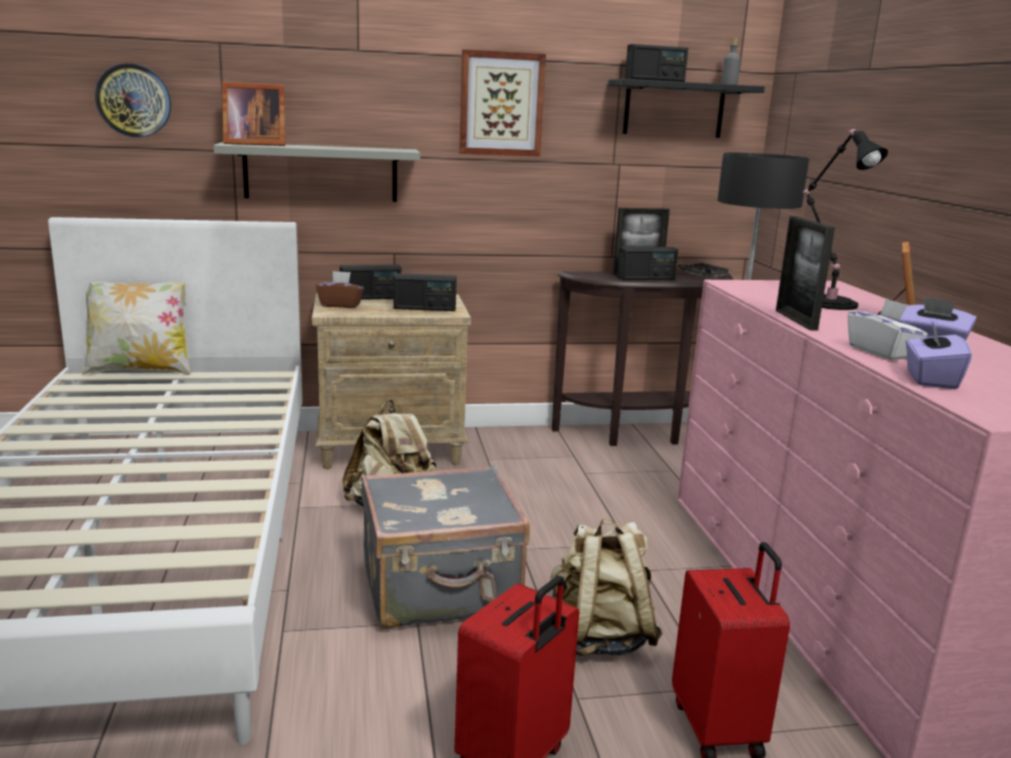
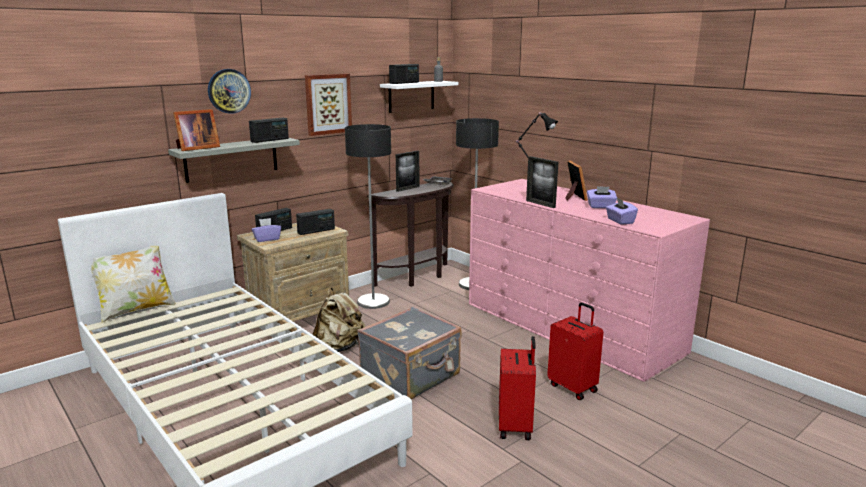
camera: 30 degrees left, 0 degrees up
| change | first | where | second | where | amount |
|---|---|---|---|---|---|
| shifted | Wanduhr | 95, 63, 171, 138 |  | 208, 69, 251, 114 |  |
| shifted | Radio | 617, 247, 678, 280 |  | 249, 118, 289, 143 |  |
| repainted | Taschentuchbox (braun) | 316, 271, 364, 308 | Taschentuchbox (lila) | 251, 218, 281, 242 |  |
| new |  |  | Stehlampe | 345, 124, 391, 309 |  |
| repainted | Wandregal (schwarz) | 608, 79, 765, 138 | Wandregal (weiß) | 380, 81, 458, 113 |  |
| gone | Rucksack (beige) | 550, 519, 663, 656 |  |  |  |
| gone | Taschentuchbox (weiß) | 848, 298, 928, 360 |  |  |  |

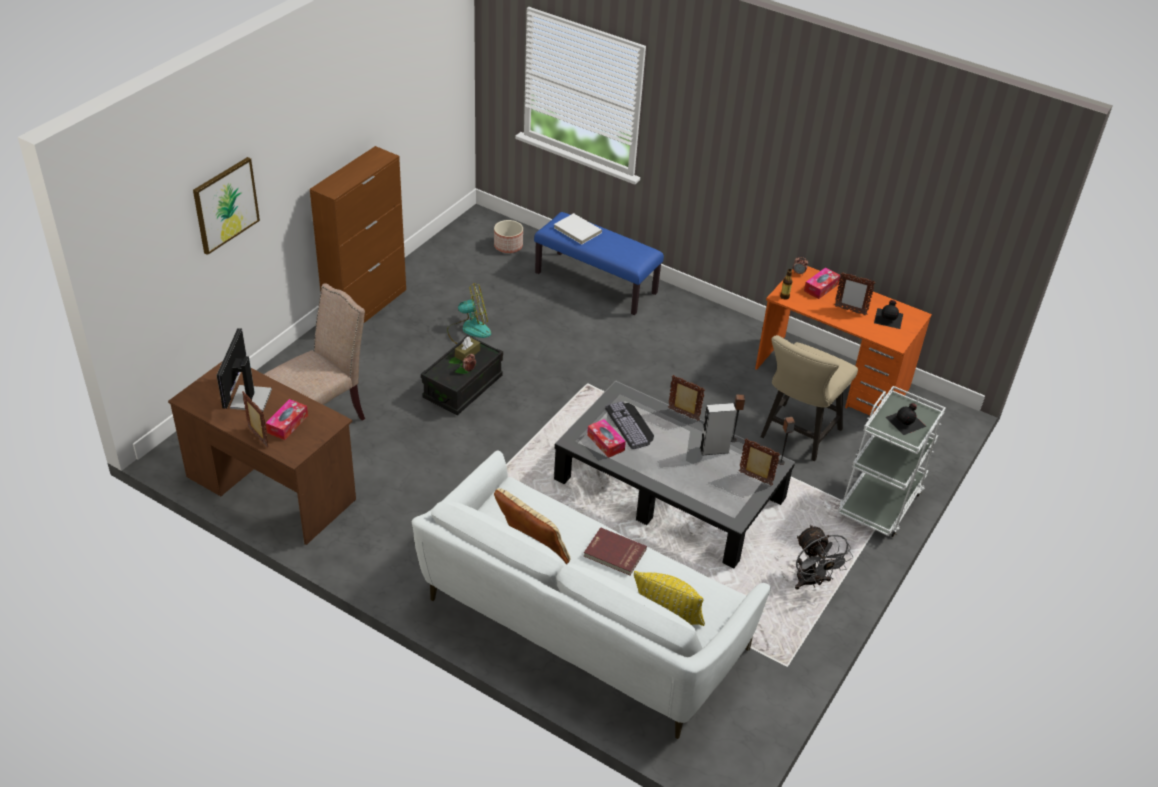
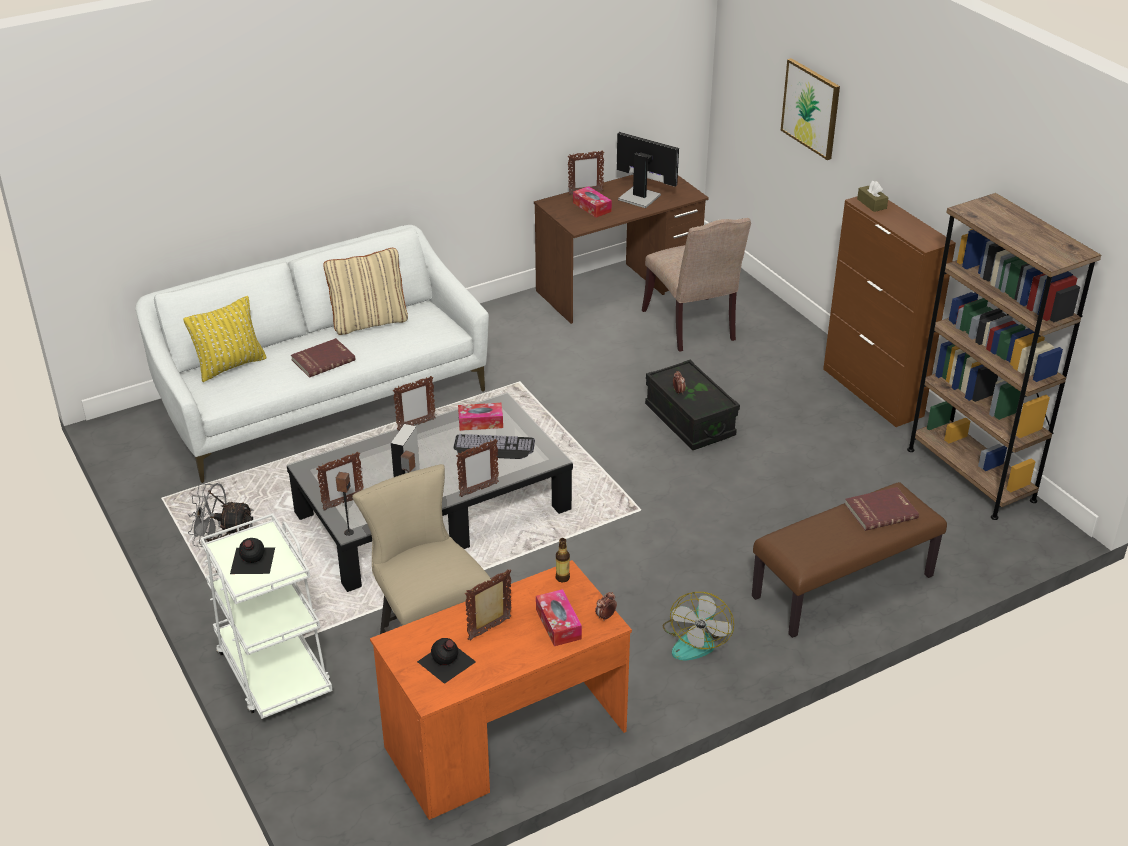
camera: 120 degrees right, 5 degrees down
| change | first | where | second | where | amount |
|---|---|---|---|---|---|
| new |  |  | Bilderrahmen | 393, 376, 436, 431 |  |
| shifted | Ventilator | 447, 283, 491, 344 |  | 663, 592, 734, 661 |  |
| repainted | Bank (blau) | 534, 212, 664, 315 | Bank (braun) | 752, 482, 947, 638 |  |
| repainted | Buch (weiß) | 554, 213, 602, 245 | Buch (rot) | 845, 487, 919, 531 |  |
| shifted | Taschentuchbox (braun) | 455, 337, 480, 361 |  | 857, 181, 889, 212 |  |
| new |  |  | Bücherregal (braun) | 907, 193, 1101, 520 |  |
| gone | Pflanzkübel | 494, 220, 523, 253 |  |  |  |

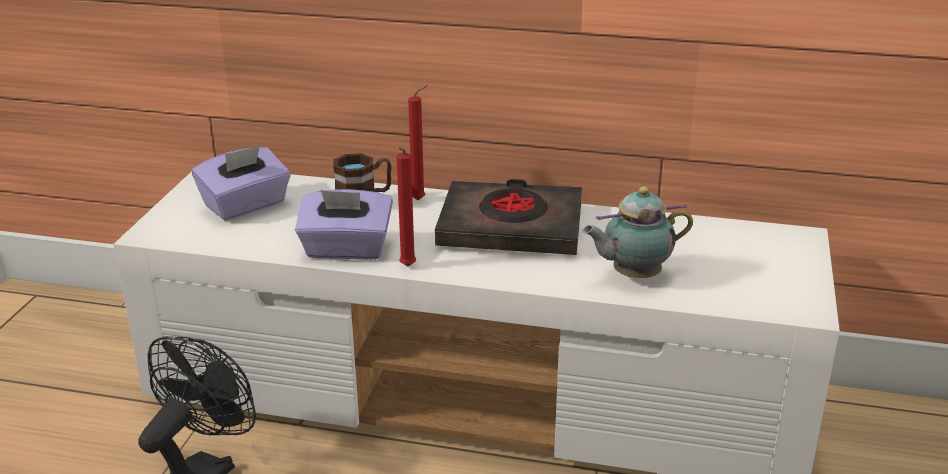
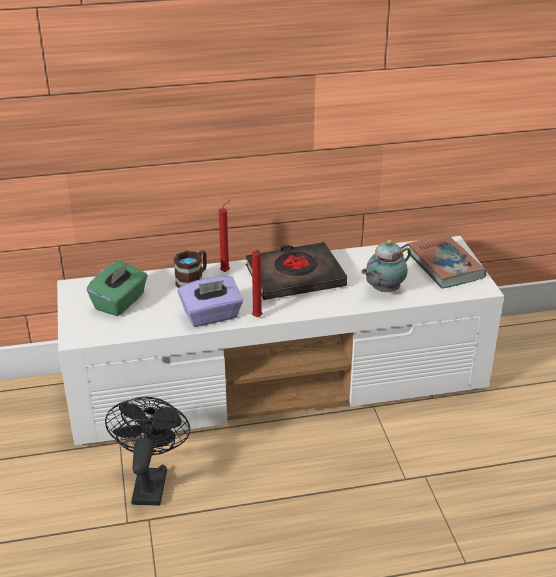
camera: 25 degrees left, 5 degrees up
| change | first | where | second | where | amount |
|---|---|---|---|---|---|
| repainted | Taschentuchbox (lila) | 192, 145, 291, 221 | Taschentuchbox (grün) | 87, 260, 148, 316 |  |
| new |  |  | Buch | 407, 235, 487, 289 |  |

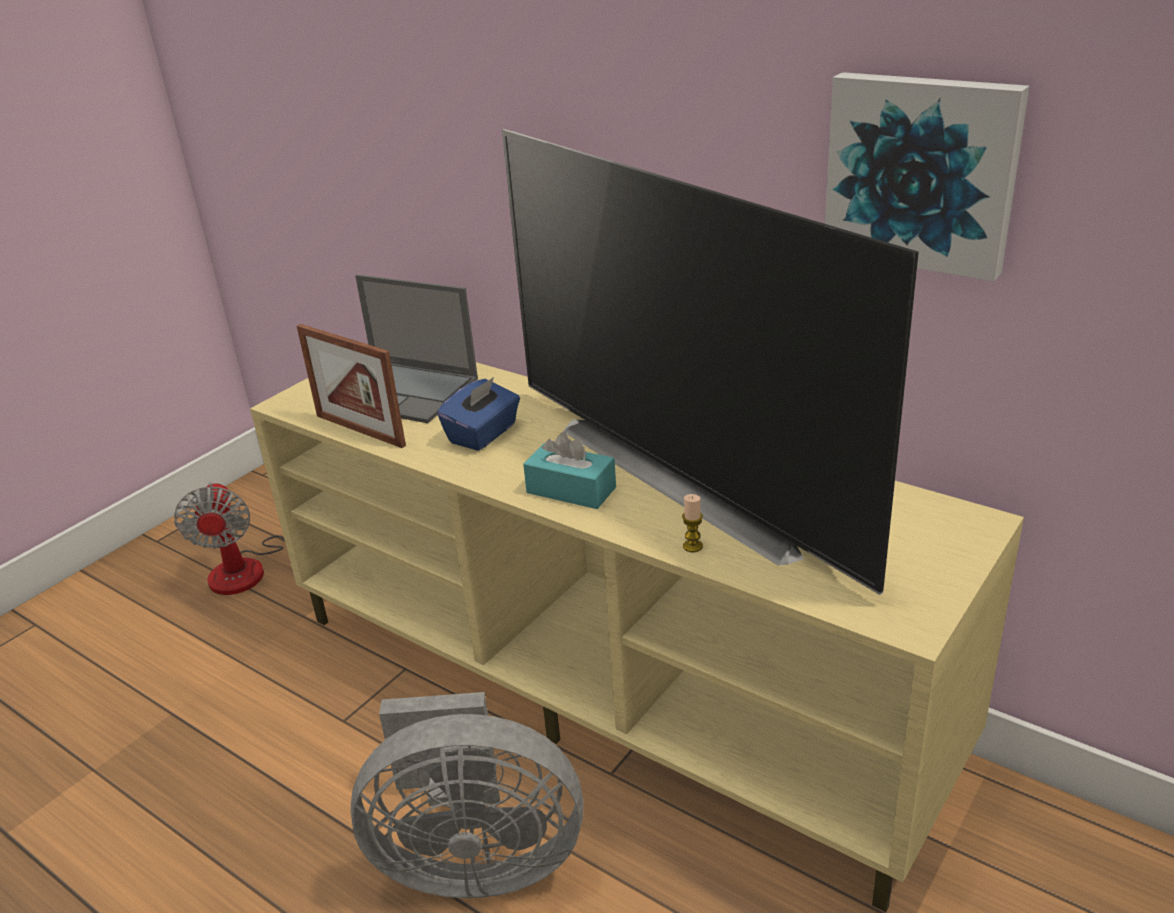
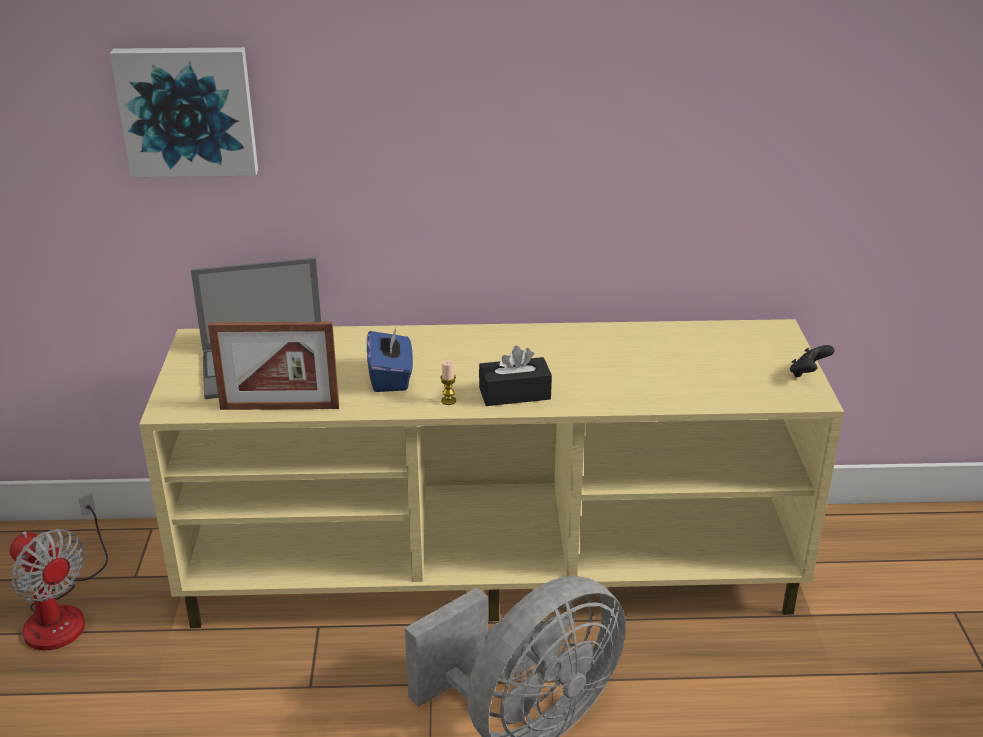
camera: 40 degrees left, 0 degrees up
| change | first | where | second | where | amount |
|---|---|---|---|---|---|
| shifted | Bild | 825, 72, 1029, 281 |  | 110, 47, 258, 177 |  |
| shifted | Kerze | 682, 494, 703, 552 |  | 440, 361, 456, 405 |  |
| repainted | Taschentuchbox (türkis) | 523, 432, 616, 509 | Taschentuchbox (schwarz) | 479, 346, 552, 406 |  |
| new |  |  | Gamepad (schwarz) | 790, 345, 835, 378 |  |
| gone | Fernseher | 502, 129, 919, 595 |  |  |  |

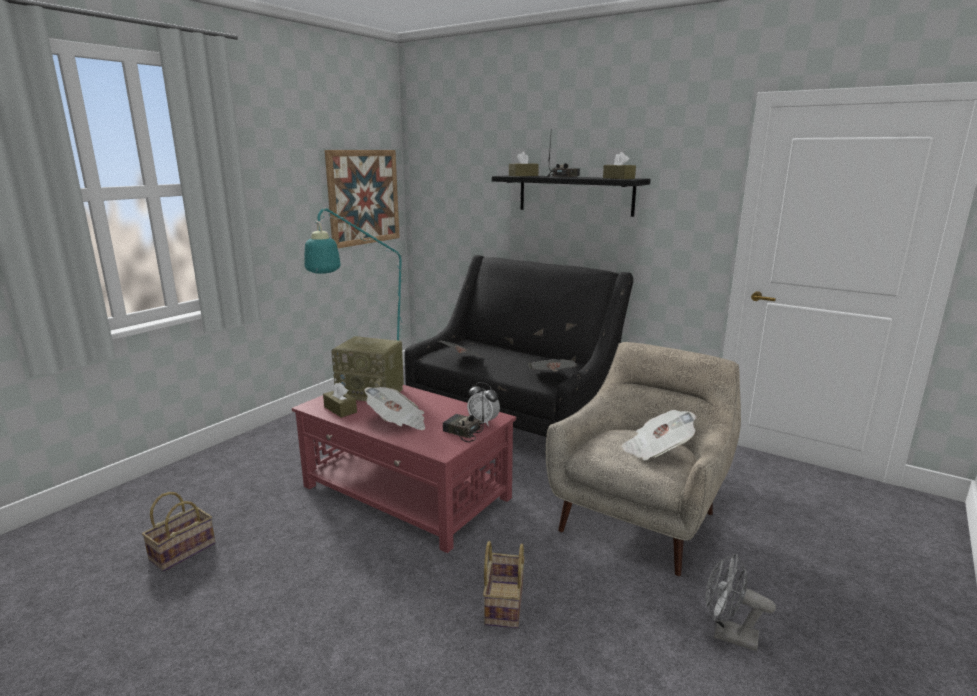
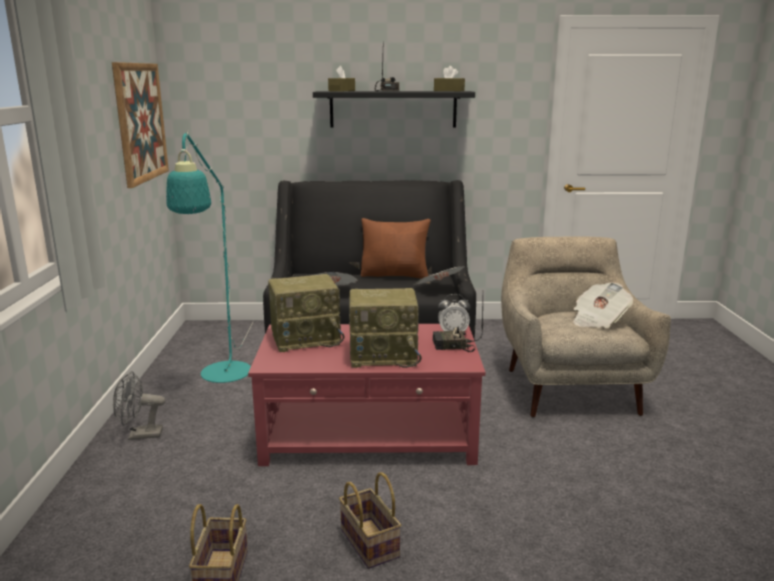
camera: 35 degrees left, 0 degrees up
| change | first | where | second | where | amount |
|---|---|---|---|---|---|
| shifted | Ventilator (grau) | 706, 554, 776, 651 |  | 113, 371, 166, 440 |  |
| shifted | Korb | 483, 541, 525, 629 |  | 339, 472, 401, 569 |  |
| swapped | Zeitung | 365, 387, 425, 430 | Radio | 349, 288, 422, 368 |  |
| new |  |  | Kissen (braun) | 361, 218, 431, 279 |  |
| gone | Taschentuchbox (braun) | 323, 382, 357, 418 |  |  |  |

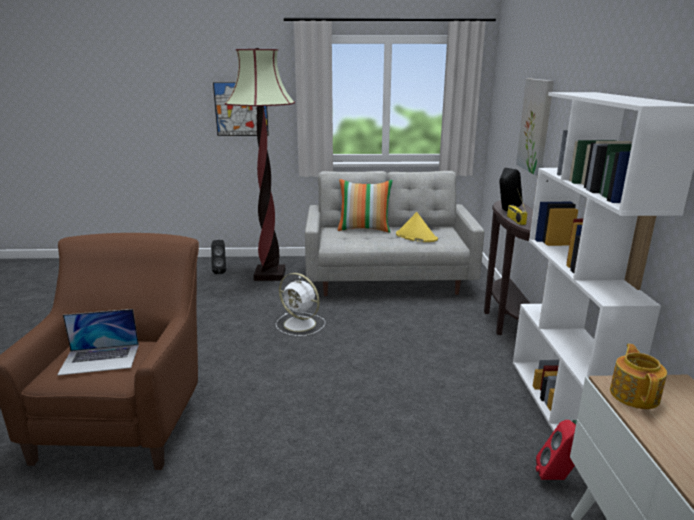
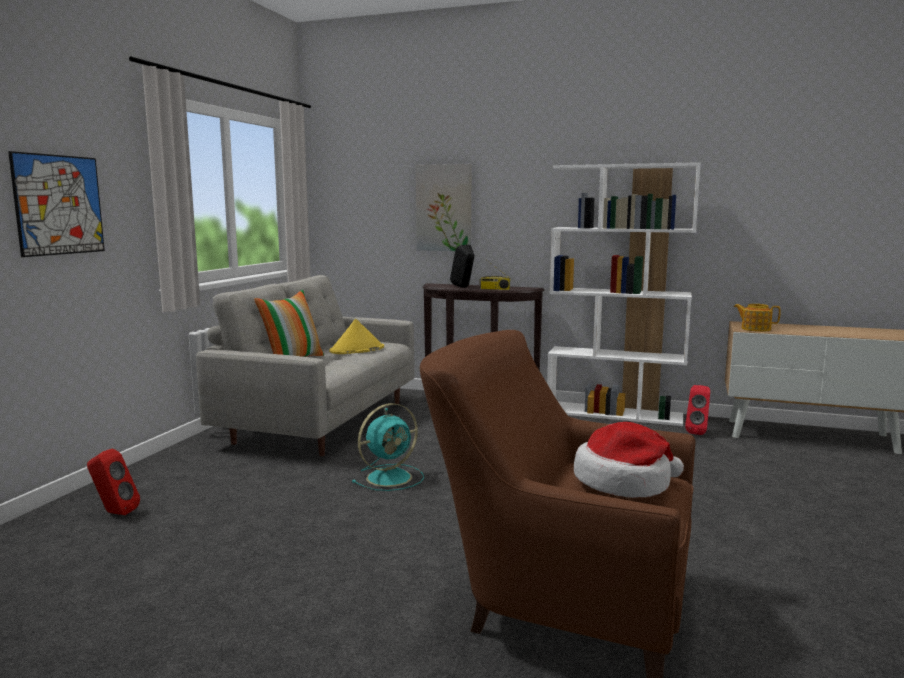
camera: 70 degrees left, 10 degrees down
| change | first | where | second | where | amount |
|---|---|---|---|---|---|
| repainted | Lautsprecher (schwarz) | 211, 240, 226, 274 | Lautsprecher (rot) | 87, 449, 140, 515 |  |
| repainted | Ventilator (weiß) | 276, 273, 325, 336 | Ventilator (türkis) | 352, 403, 424, 491 |  |
| swapped | Laptop | 57, 309, 139, 376 | Hut | 574, 422, 684, 498 |  |
| gone | Stehlampe | 225, 48, 295, 281 |  |  |  |

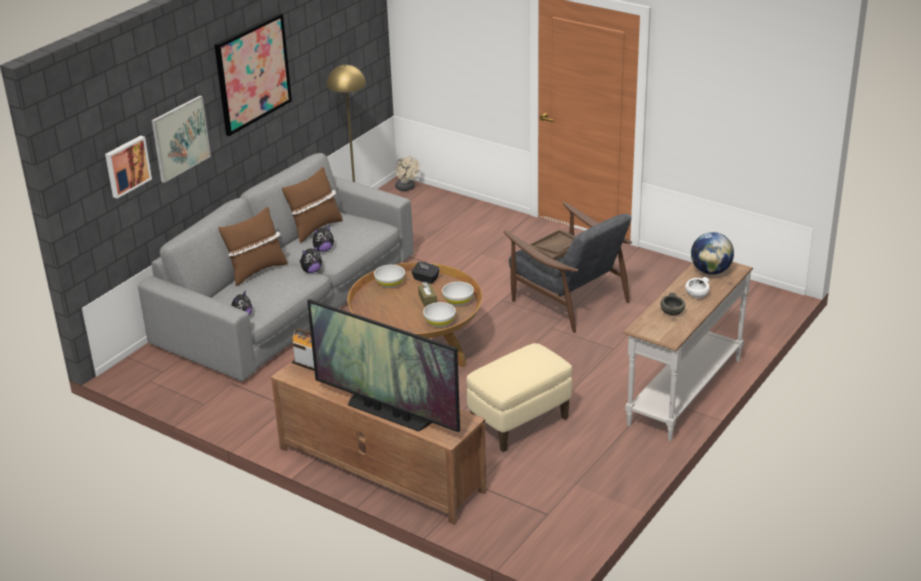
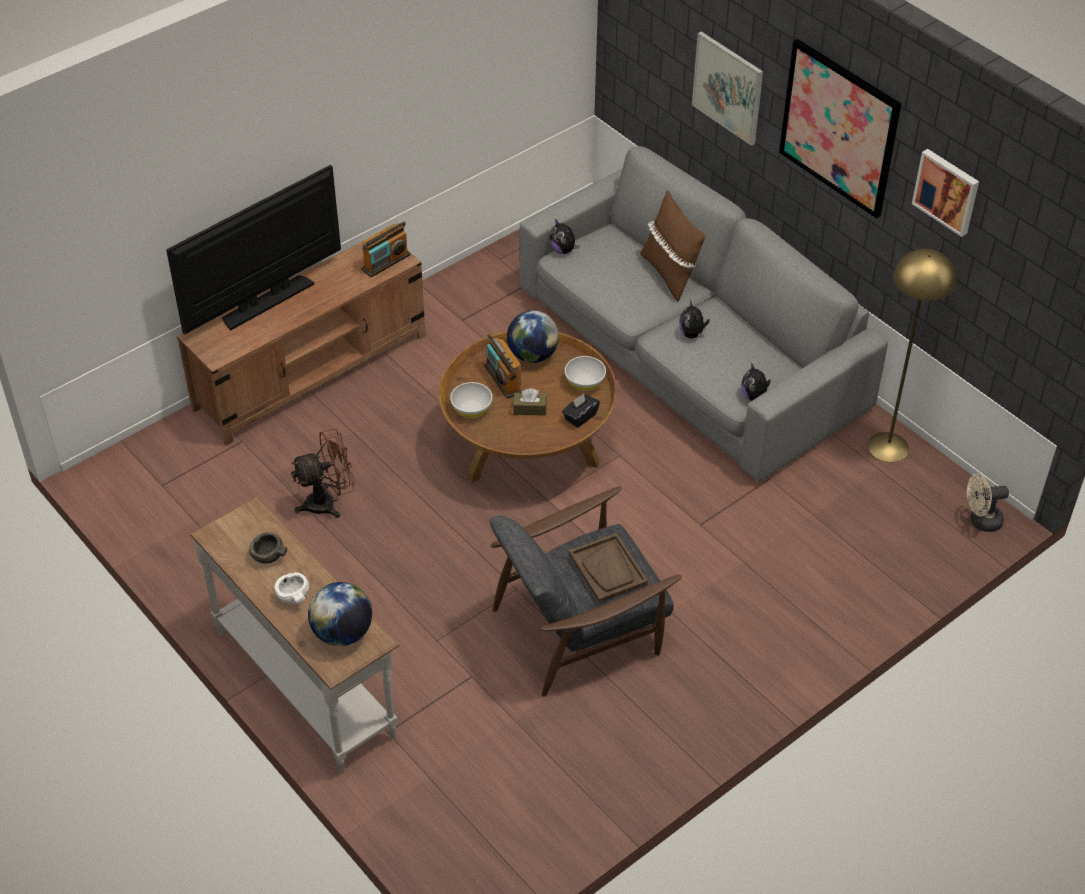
camera: 105 degrees right, 15 degrees up
| change | first | where | second | where | amount |
|---|---|---|---|---|---|
| swapped | Polsterhocker (beige) | 467, 343, 572, 452 | Ventilator (braun) | 291, 429, 355, 518 |  |
| new |  |  | Radio | 484, 334, 522, 399 |  |
| new |  |  | Globus | 507, 311, 559, 363 |  |
| shifted | Plüschtier | 299, 246, 322, 273 |  | 741, 362, 771, 401 |  |
| shifted | Bild | 105, 136, 152, 199 |  | 912, 149, 979, 237 |  |
| gone | Kissen (braun) | 282, 167, 343, 243 |  |  |  |
| gone | Schüssel (weiß) | 442, 282, 474, 306 |  |  |  |

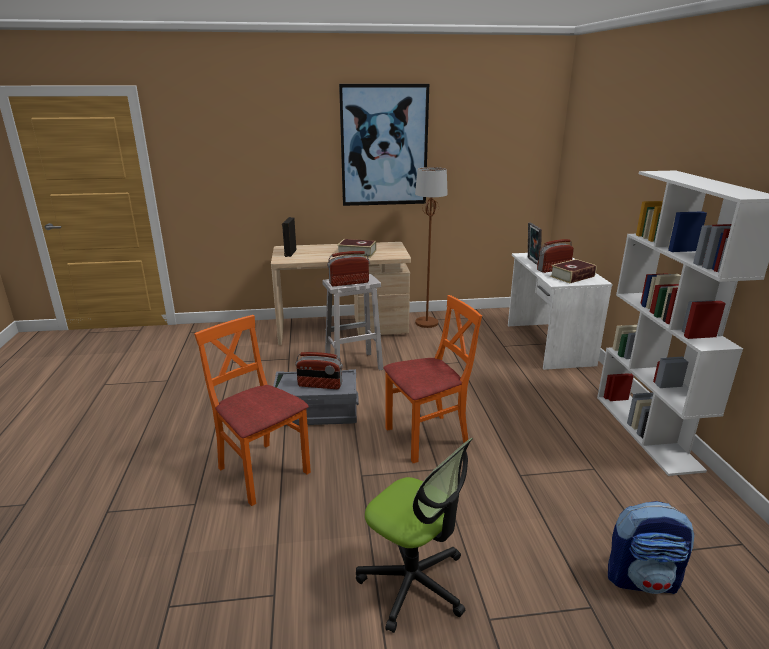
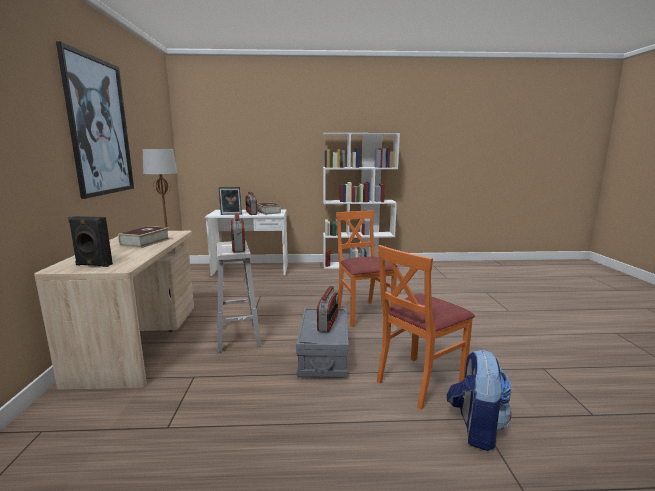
camera: 85 degrees left, 10 degrees down
| change | first | where | second | where | amount |
|---|---|---|---|---|---|
| shifted | Rucksack | 608, 501, 694, 594 |  | 447, 349, 512, 451 |  |
| gone | Bürostuhl | 356, 438, 473, 633 |  |  |  |

